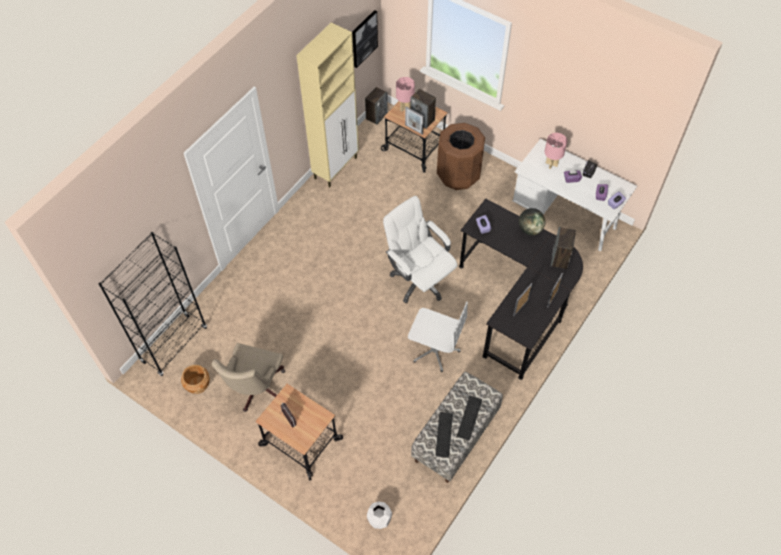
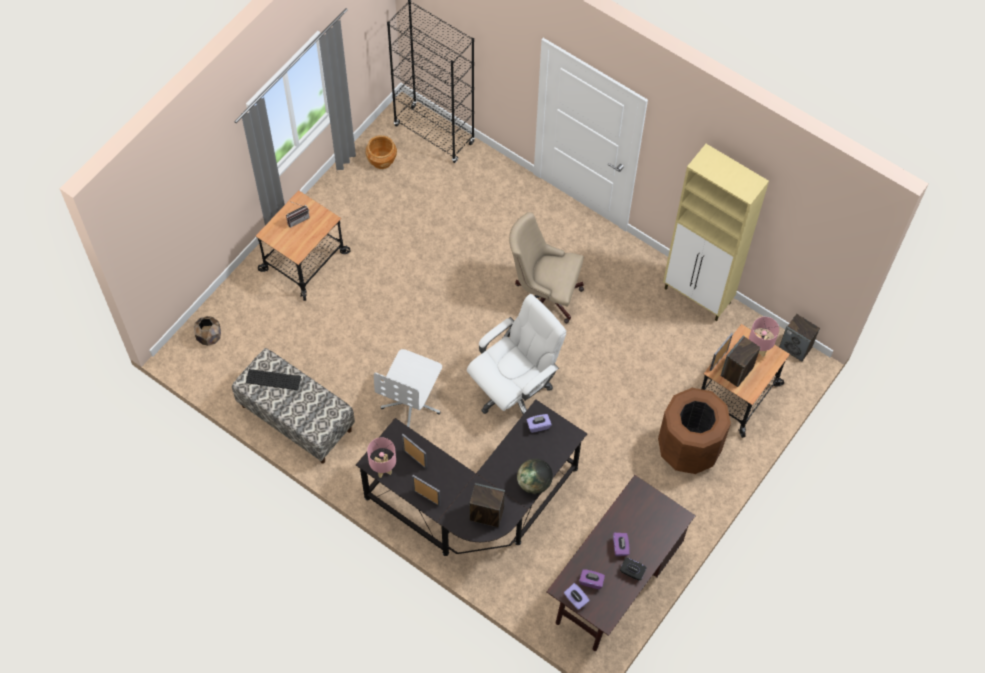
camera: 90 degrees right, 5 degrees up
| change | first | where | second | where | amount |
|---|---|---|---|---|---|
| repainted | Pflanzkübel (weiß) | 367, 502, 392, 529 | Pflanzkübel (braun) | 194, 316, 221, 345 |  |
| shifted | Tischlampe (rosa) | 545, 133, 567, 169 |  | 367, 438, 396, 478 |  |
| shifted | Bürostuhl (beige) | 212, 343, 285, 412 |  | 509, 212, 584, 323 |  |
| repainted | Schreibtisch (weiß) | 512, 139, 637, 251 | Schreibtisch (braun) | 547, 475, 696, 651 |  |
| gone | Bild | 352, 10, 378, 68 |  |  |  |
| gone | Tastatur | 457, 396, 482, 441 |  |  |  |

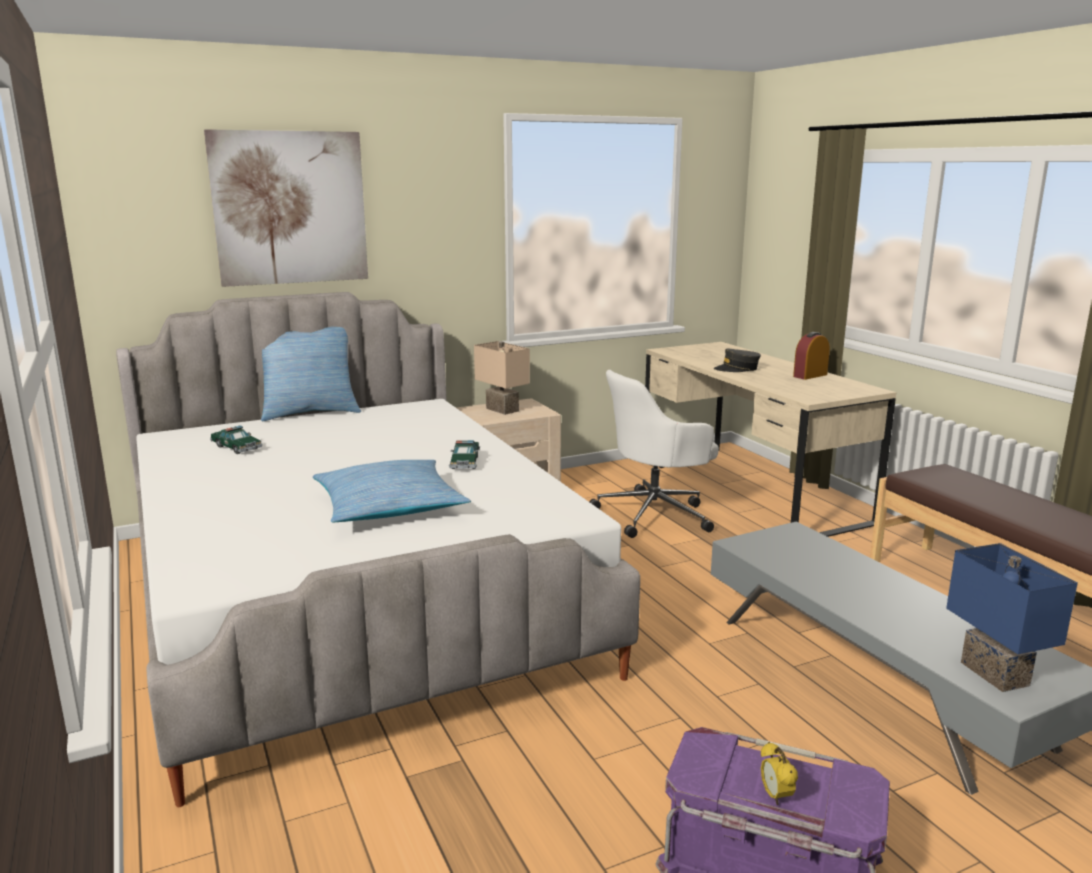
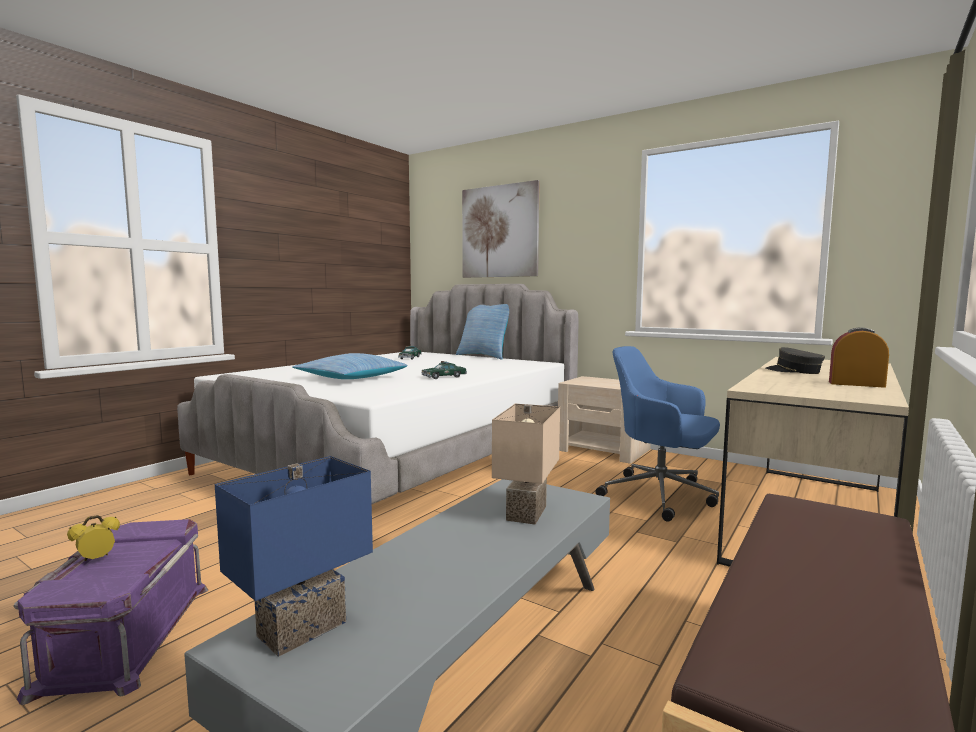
camera: 60 degrees right, 10 degrees down
| change | first | where | second | where | amount |
|---|---|---|---|---|---|
| shifted | Tischlampe (beige) | 474, 341, 530, 415 |  | 492, 404, 560, 525 |  |
| repainted | Bürostuhl (weiß) | 589, 370, 719, 538 | Bürostuhl (blau) | 595, 346, 720, 522 |  |

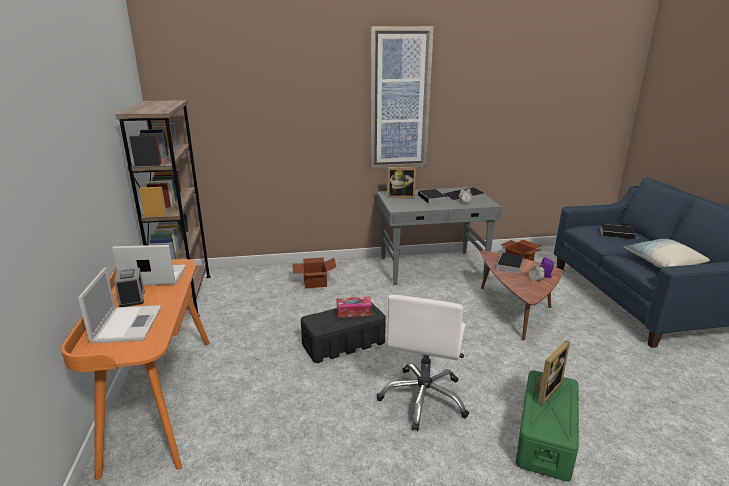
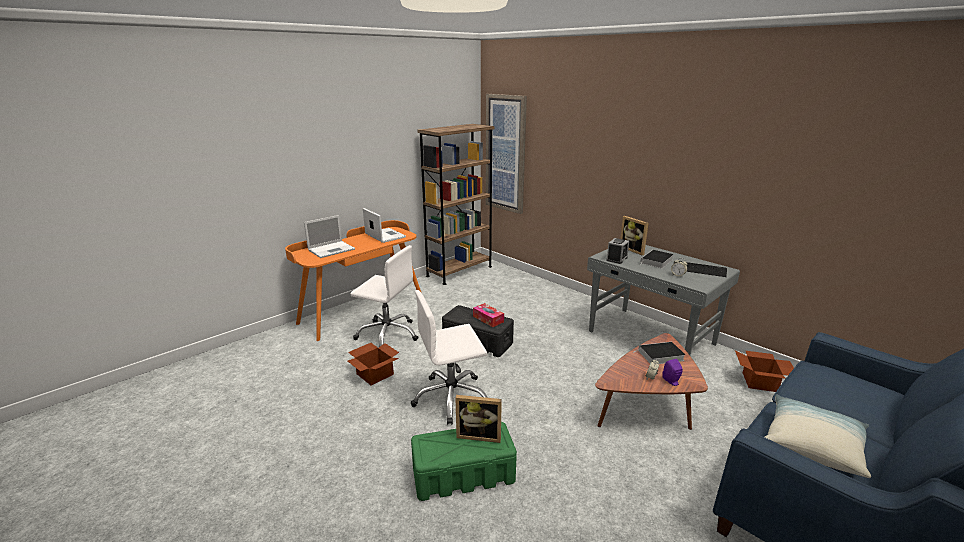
camera: 55 degrees right, 0 degrees up
| change | first | where | second | where | amount |
|---|---|---|---|---|---|
| shifted | Karton | 292, 258, 336, 288 |  | 348, 343, 399, 385 |  |
| new |  |  | Bürostuhl (weiß) | 351, 245, 419, 347 |  |
| shifted | Bild | 370, 26, 434, 169 |  | 486, 94, 527, 214 |  |
| shifted | Wecker | 114, 268, 145, 307 |  | 606, 238, 629, 264 |  |
| gone | Buch | 600, 224, 637, 239 |  |  |  |

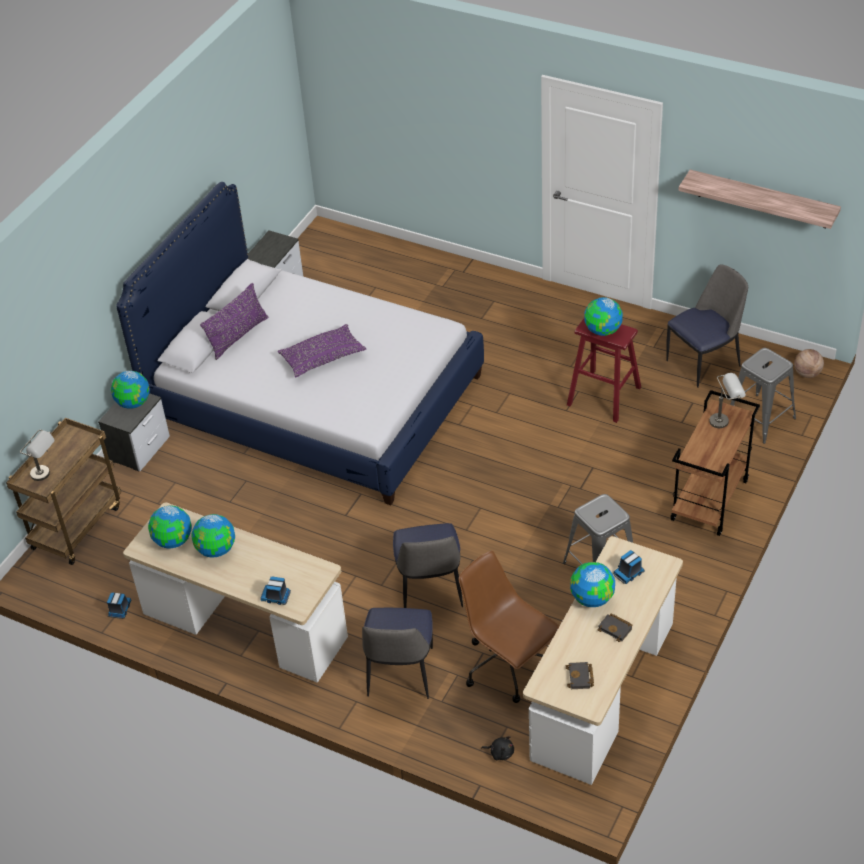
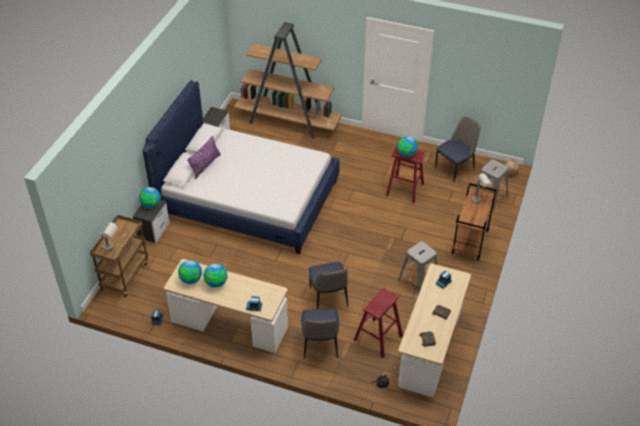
camera: 10 degrees left, 0 degrees up
| change | first | where | second | where | amount |
|---|---|---|---|---|---|
| new |  |  | Bücherregal (braun) | 234, 22, 342, 139 |  |
| swapped | Bürostuhl (braun) | 458, 551, 559, 703 | Hocker (rot) | 354, 288, 403, 358 |  |
| gone | Kissen (lila) | 278, 324, 366, 377 |  |  |  |
| gone | Globus | 570, 562, 615, 607 |  |  |  |
| gone | Wandregal | 678, 170, 841, 229 |  |  |  |

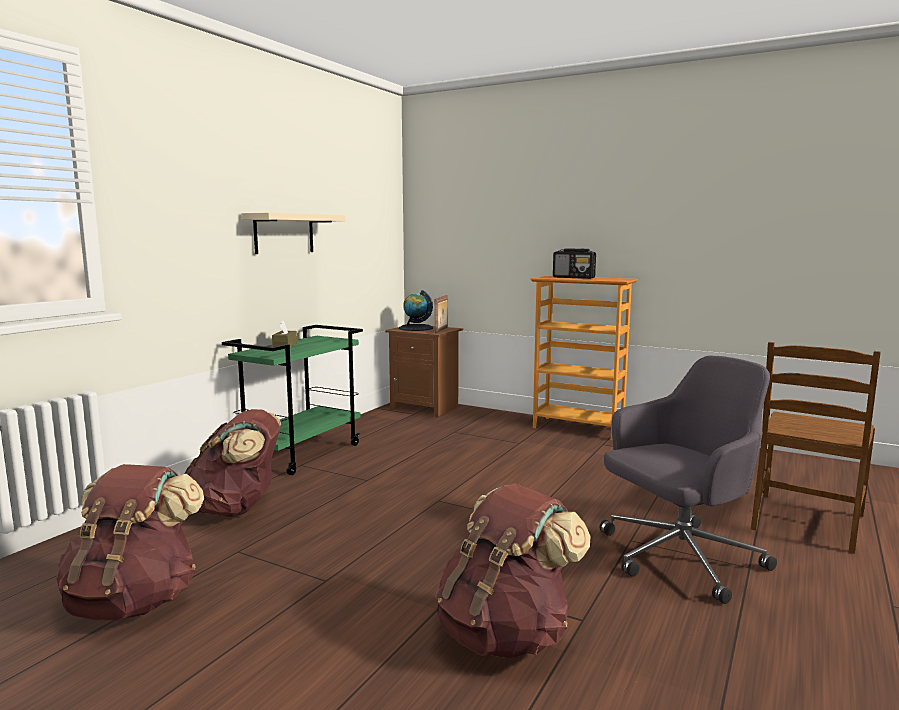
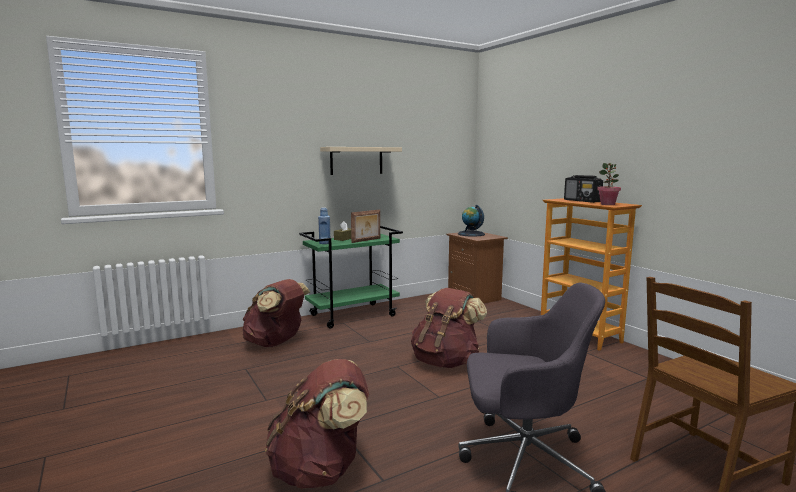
camera: 30 degrees right, 0 degrees up
| change | first | where | second | where | amount |
|---|---|---|---|---|---|
| new |  |  | Flasche (blau) | 318, 207, 330, 244 |  |
| shifted | Bilderrahmen | 434, 295, 448, 333 |  | 351, 210, 380, 243 |  |
| shifted | Rucksack (braun) | 57, 464, 204, 621 |  | 411, 288, 487, 368 |  |
| new |  |  | Topfpflanze | 597, 163, 621, 205 |  |

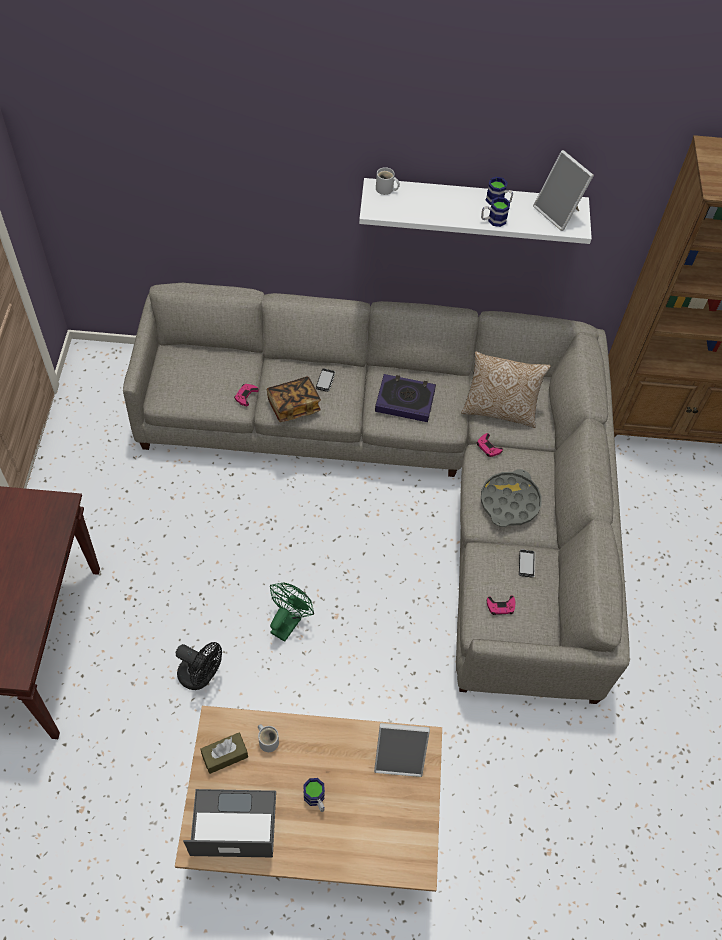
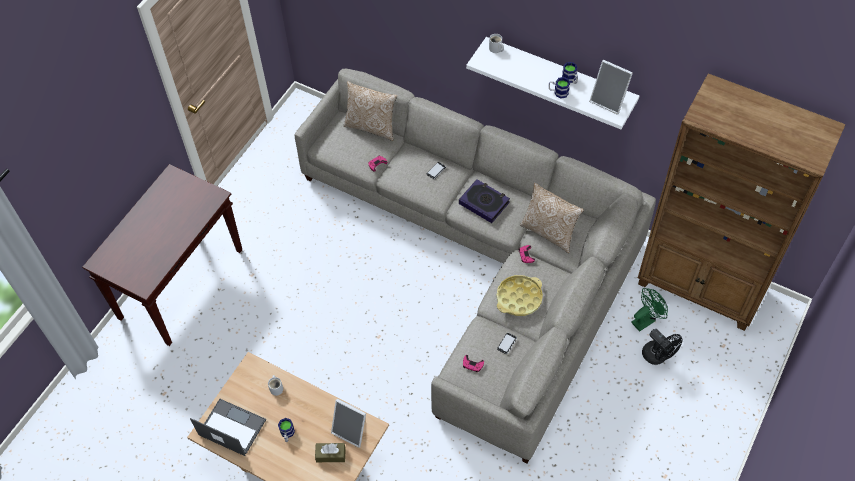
camera: 30 degrees right, 0 degrees up
| change | first | where | second | where | amount |
|---|---|---|---|---|---|
| shifted | Taschentuchbox (braun) | 201, 732, 248, 774 |  | 315, 443, 346, 462 |  |
| new |  |  | Kissen | 344, 82, 397, 141 |  |
| repainted | Tablett (grau) | 481, 469, 542, 527 | Tablett (gelb) | 496, 275, 543, 316 |  |
| rotated | Bilderrahmen | 533, 150, 594, 231 |  | 589, 60, 633, 115 | 45 degrees counterclockwise |
| shifted | Ventilator (grün) | 270, 583, 314, 642 |  | 631, 288, 668, 332 |  |
| shifted | Ventilator (schwarz) | 176, 642, 222, 690 |  | 642, 329, 682, 365 |  |
| gone | Buch | 266, 376, 321, 422 |  |  |  |

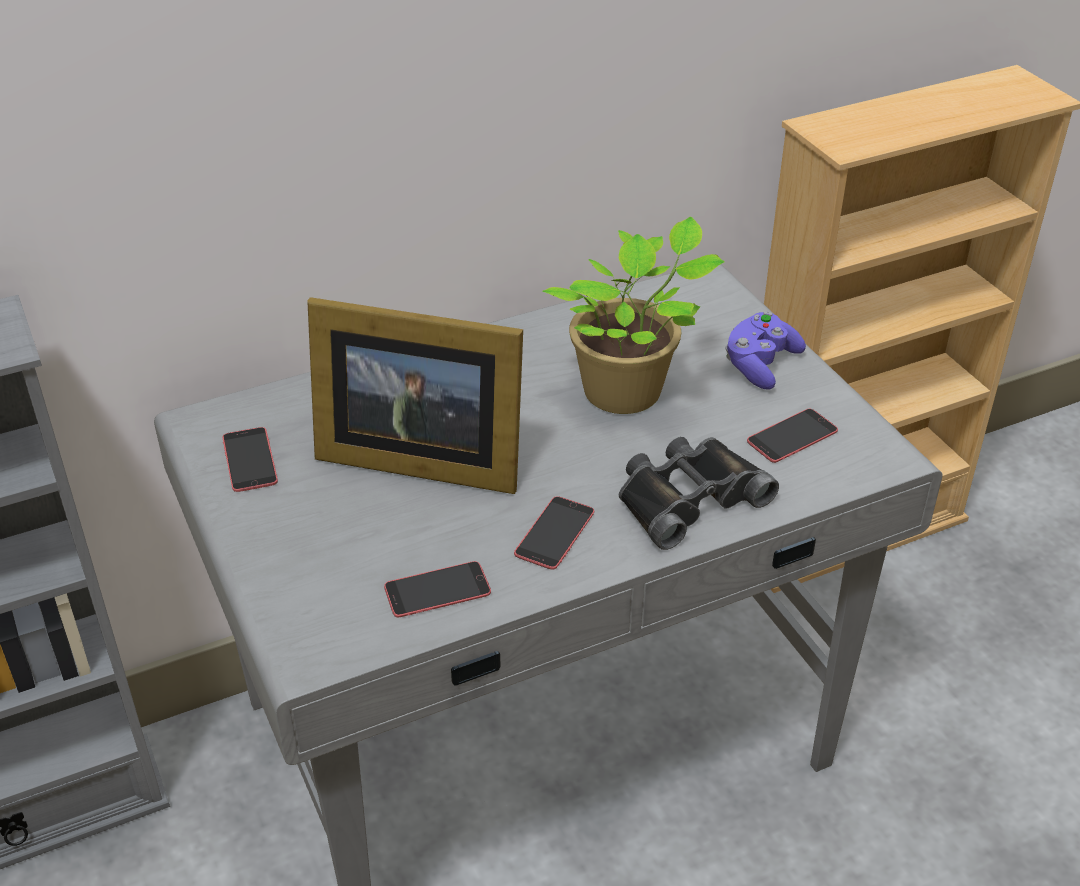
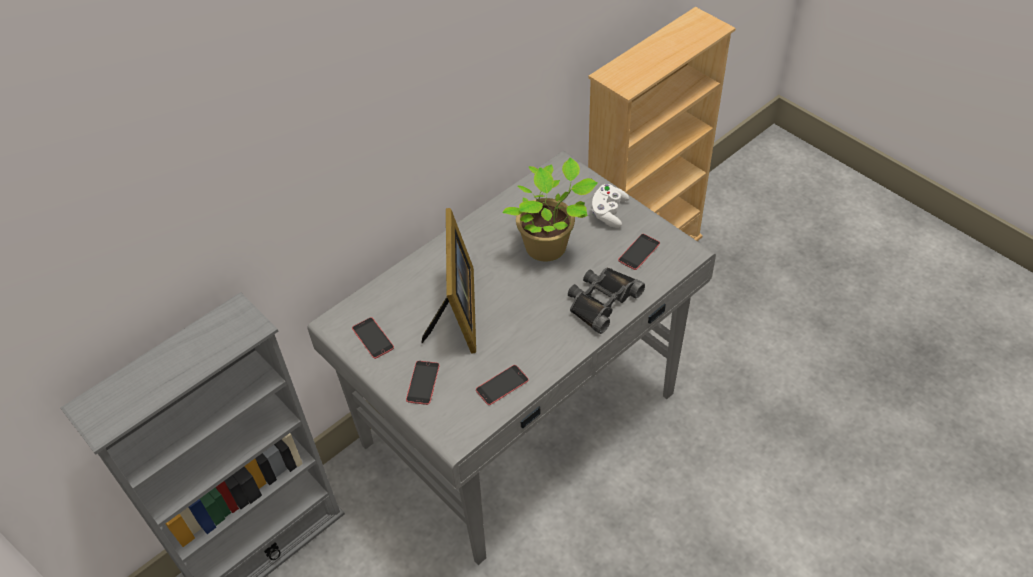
camera: 15 degrees left, 10 degrees up
| change | first | where | second | where | amount |
|---|---|---|---|---|---|
| shifted | Handy | 514, 496, 594, 570 |  | 406, 361, 440, 405 |  |
| rotated | Bilderrahmen | 307, 297, 523, 494 |  | 421, 208, 476, 354 | 90 degrees counterclockwise |
| repainted | Gamepad (lila) | 725, 312, 806, 390 | Gamepad (weiß) | 591, 184, 629, 228 |  |

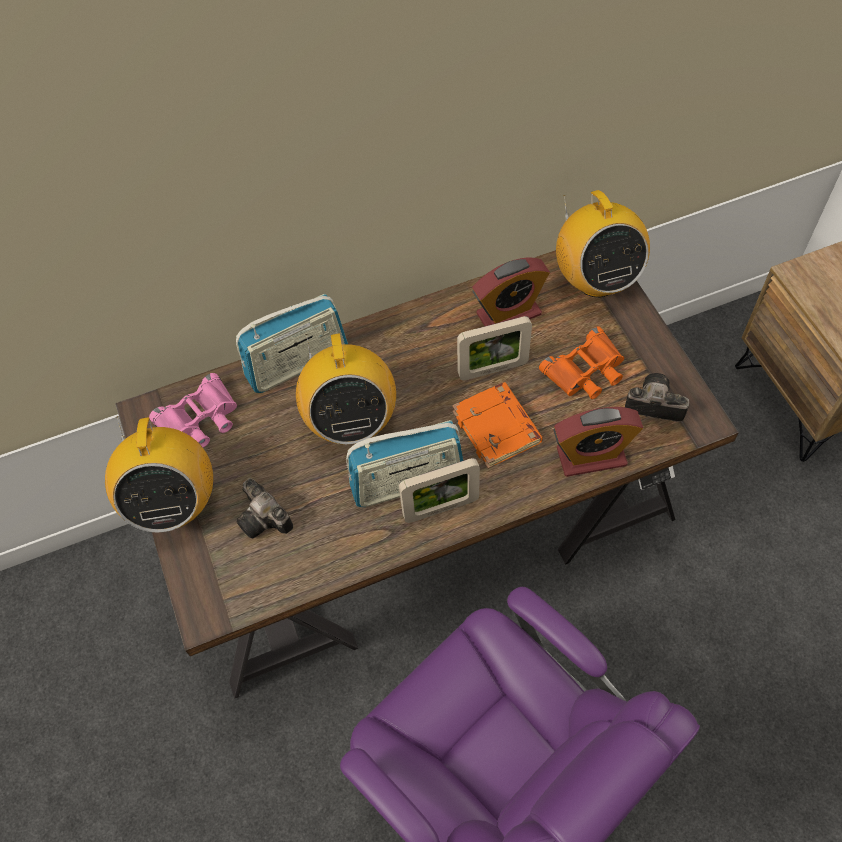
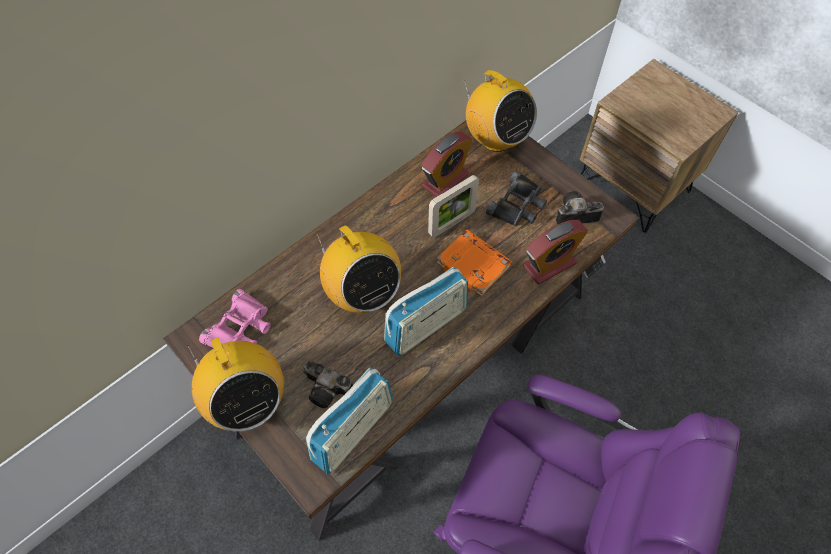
camera: 25 degrees left, 0 degrees up
| change | first | where | second | where | amount |
|---|---|---|---|---|---|
| shifted | Radio | 236, 294, 348, 393 |  | 306, 367, 393, 474 |  |
| repainted | Fernglas (orange) | 539, 327, 624, 399 | Fernglas (schwarz) | 486, 171, 547, 226 |  |
| gone | Bilderrahmen | 399, 458, 480, 523 |  |  |  |

